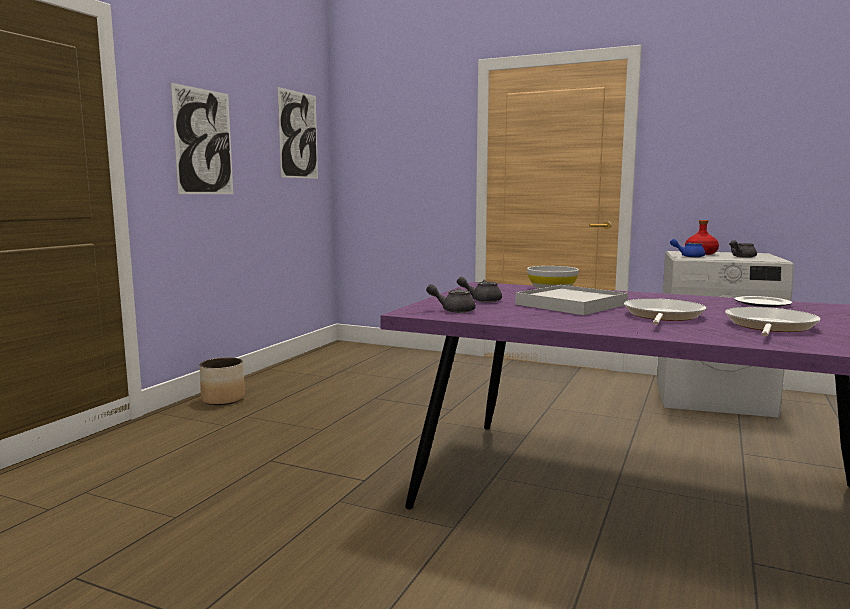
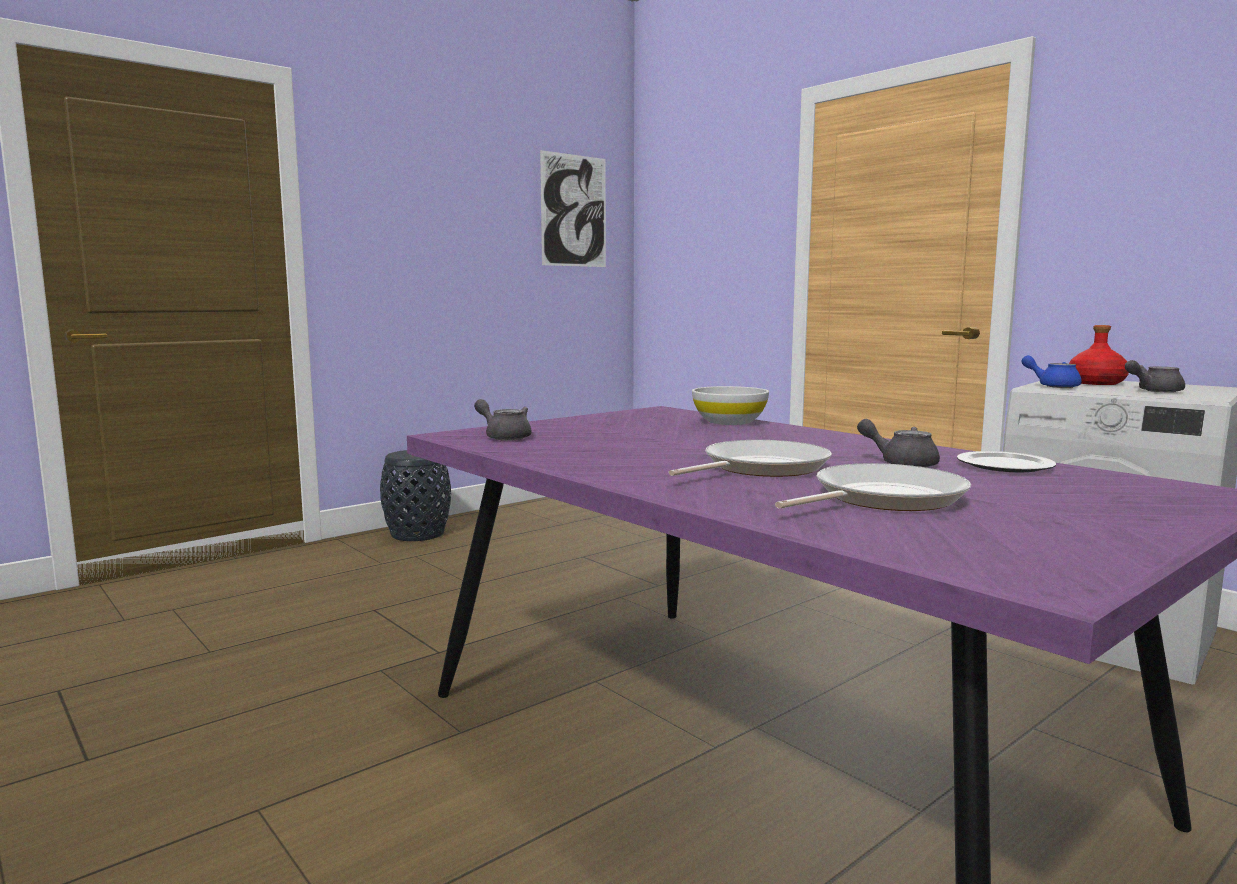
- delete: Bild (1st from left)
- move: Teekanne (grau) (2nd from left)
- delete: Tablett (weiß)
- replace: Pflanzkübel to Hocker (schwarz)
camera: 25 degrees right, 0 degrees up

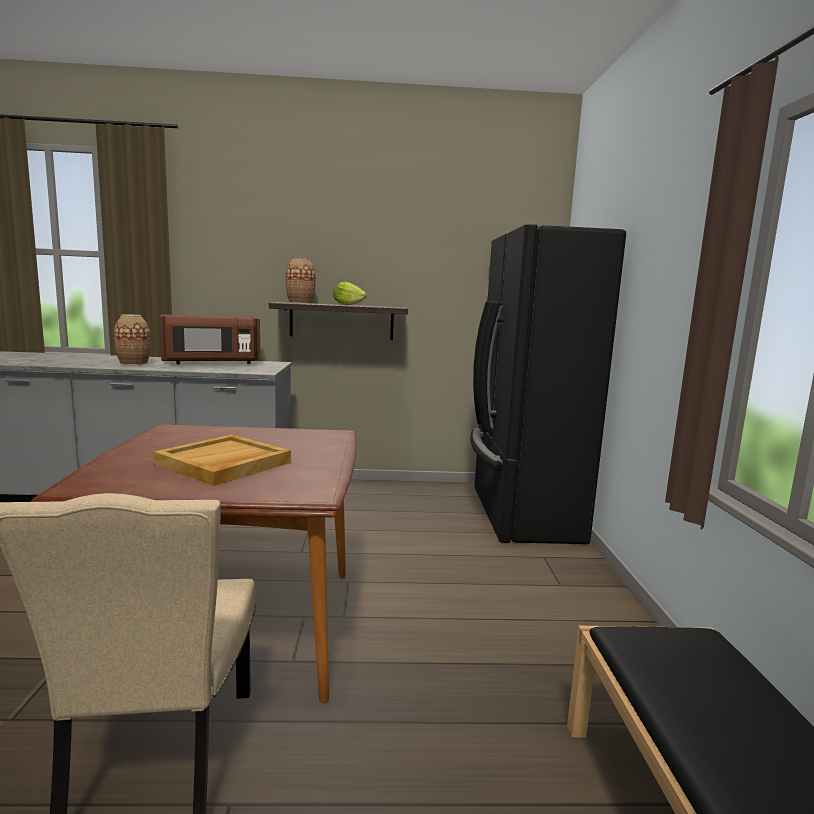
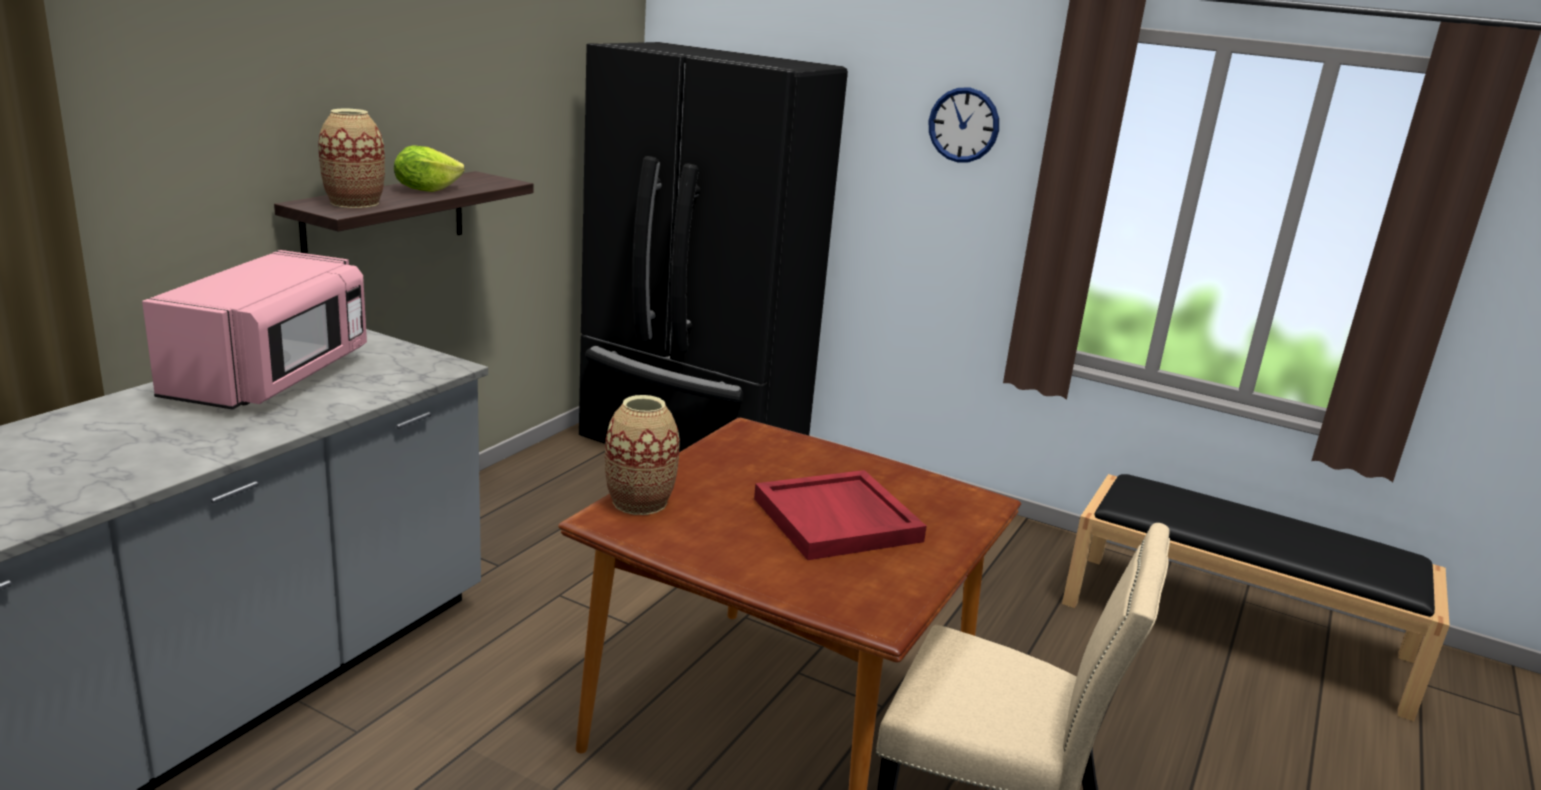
- recolor: Mikrowelle (braun) to Mikrowelle (rosa)
- move: Vase (1st from left in the first image) to Vase (2nd from left)
- recolor: Tablett (beige) to Tablett (rot)
- insert: Wanduhr
camera: 60 degrees left, 10 degrees up

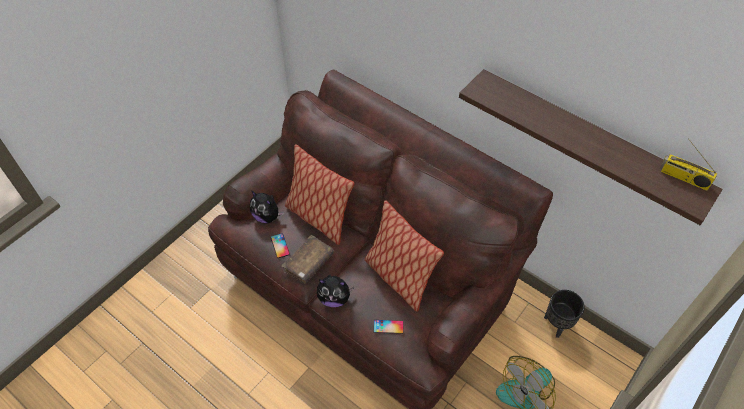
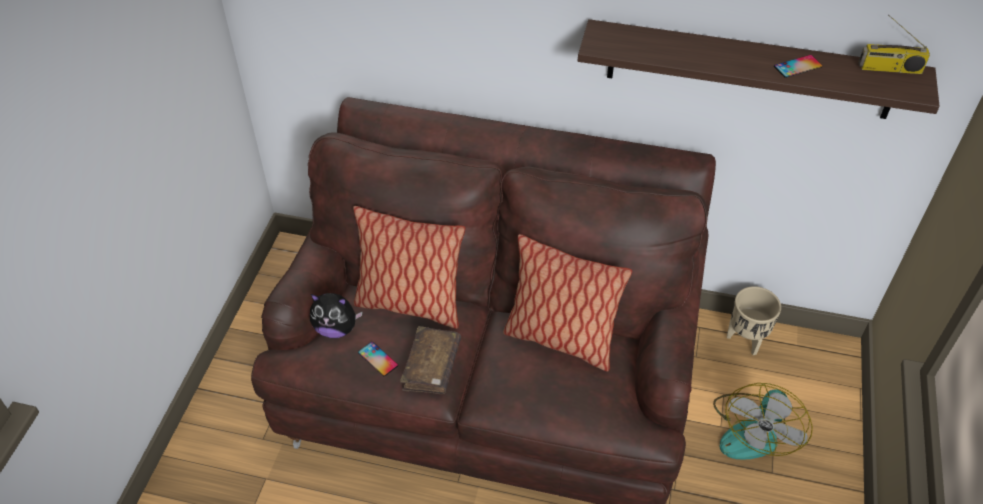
- delete: Plüschtier (2nd from left)
- recolor: Pflanzkübel (schwarz) to Pflanzkübel (beige)
- move: Handy (2nd from left)
camera: 25 degrees left, 5 degrees down

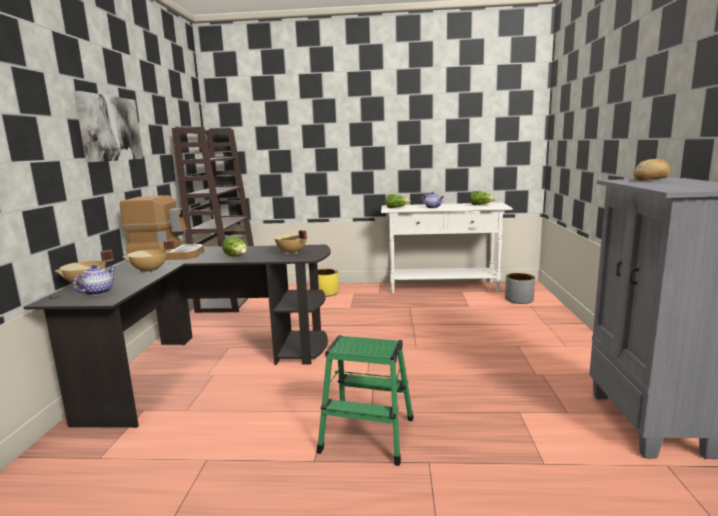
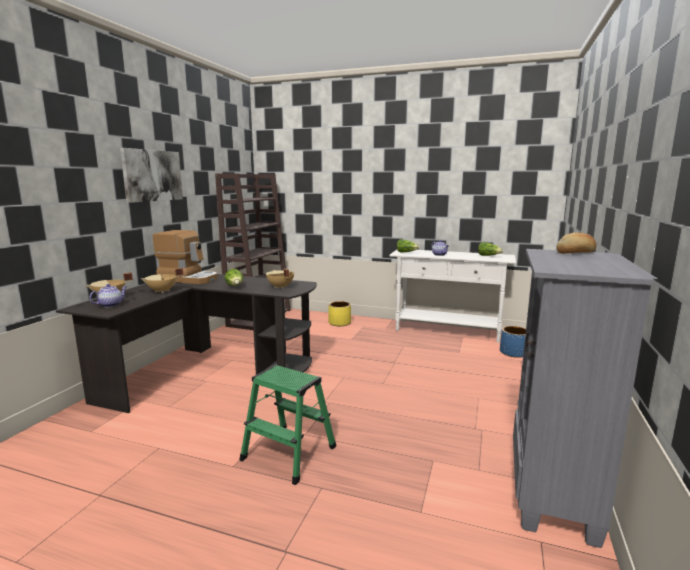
- recolor: Pflanzkübel (grau) to Pflanzkübel (blau)
camera: 15 degrees right, 0 degrees up

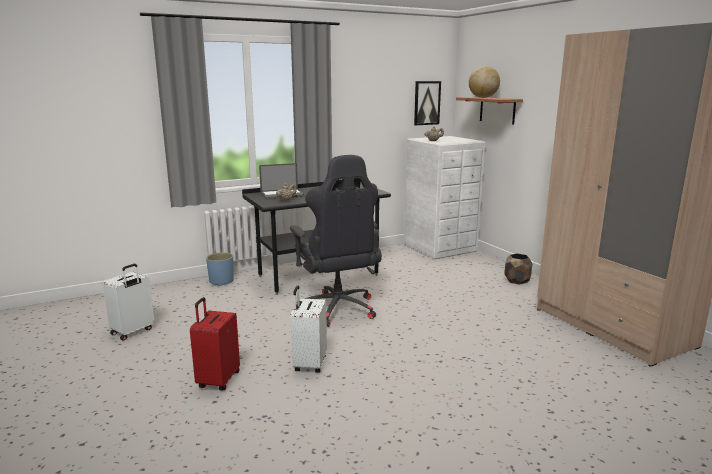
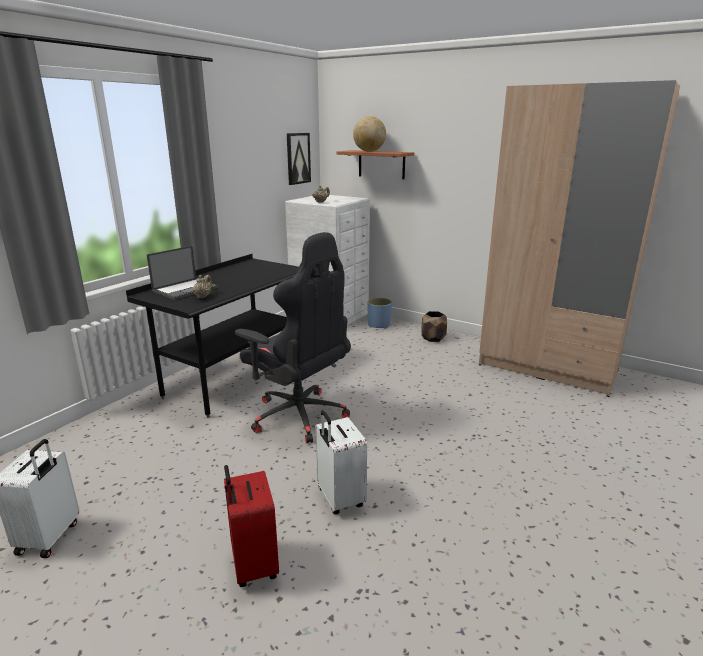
- move: Pflanzkübel (blau)
camera: 30 degrees left, 5 degrees up

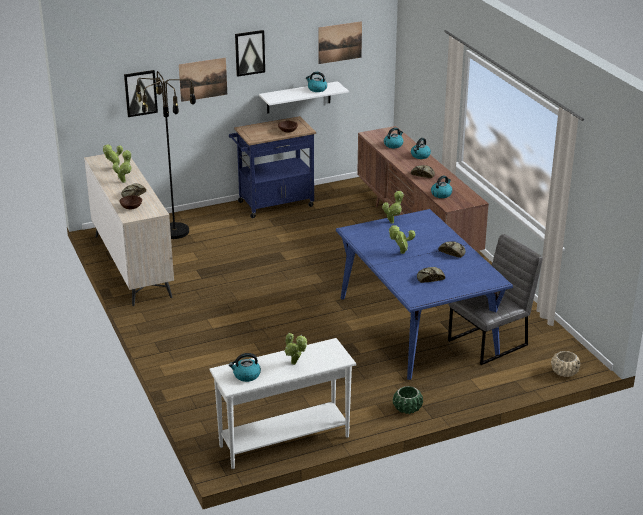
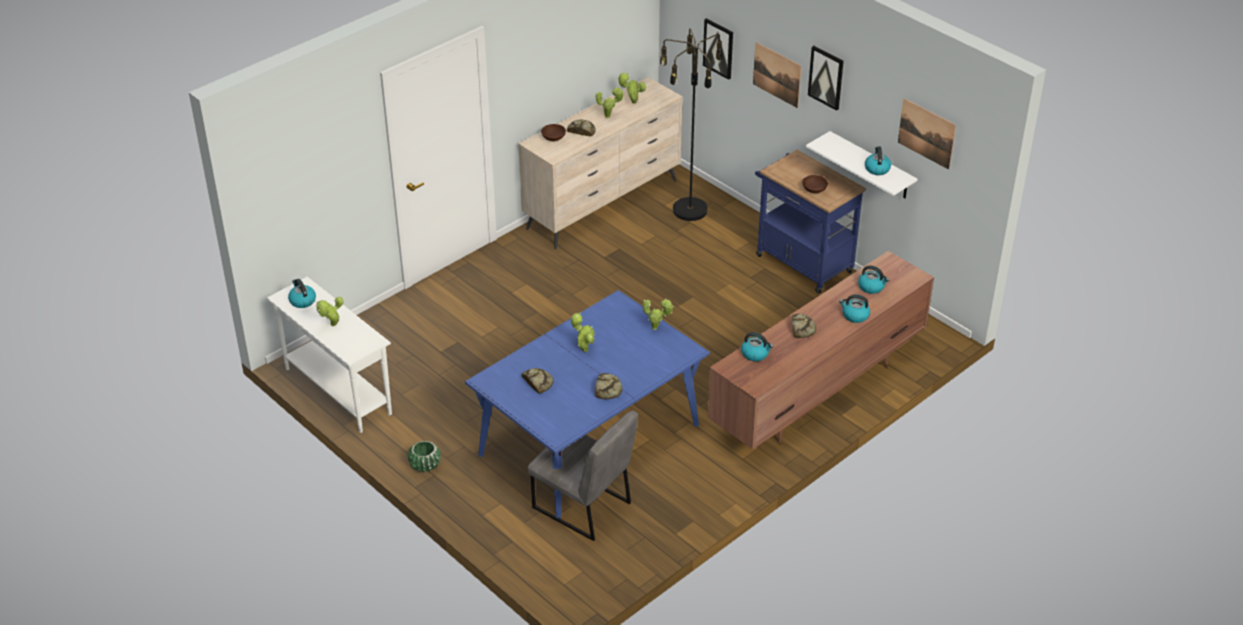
- delete: Pflanzkübel (beige)
camera: 70 degrees right, 10 degrees up

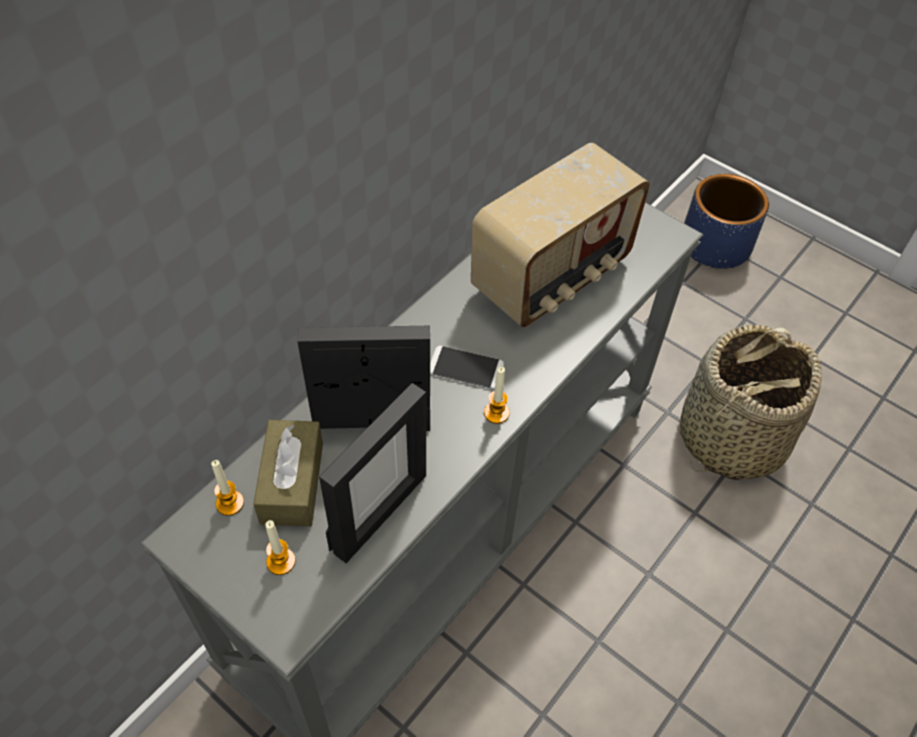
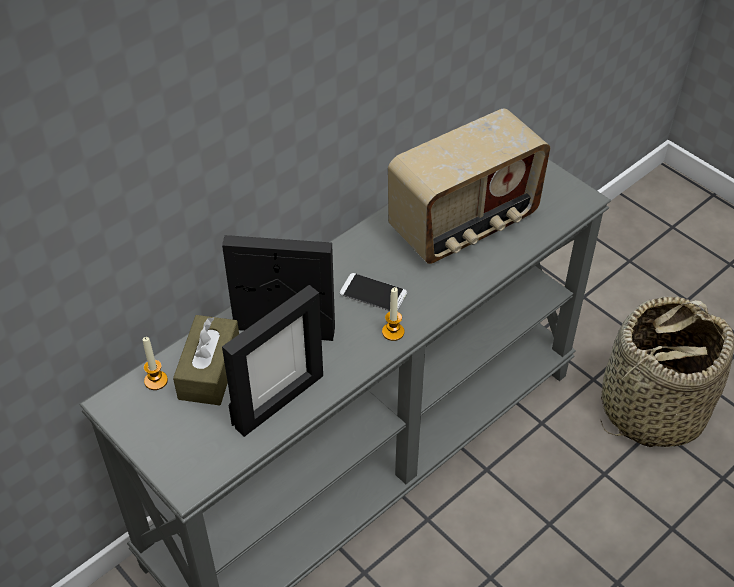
- delete: Pflanzkübel (blau)
- delete: Kerze (2nd from left)
camera: 10 degrees right, 5 degrees down

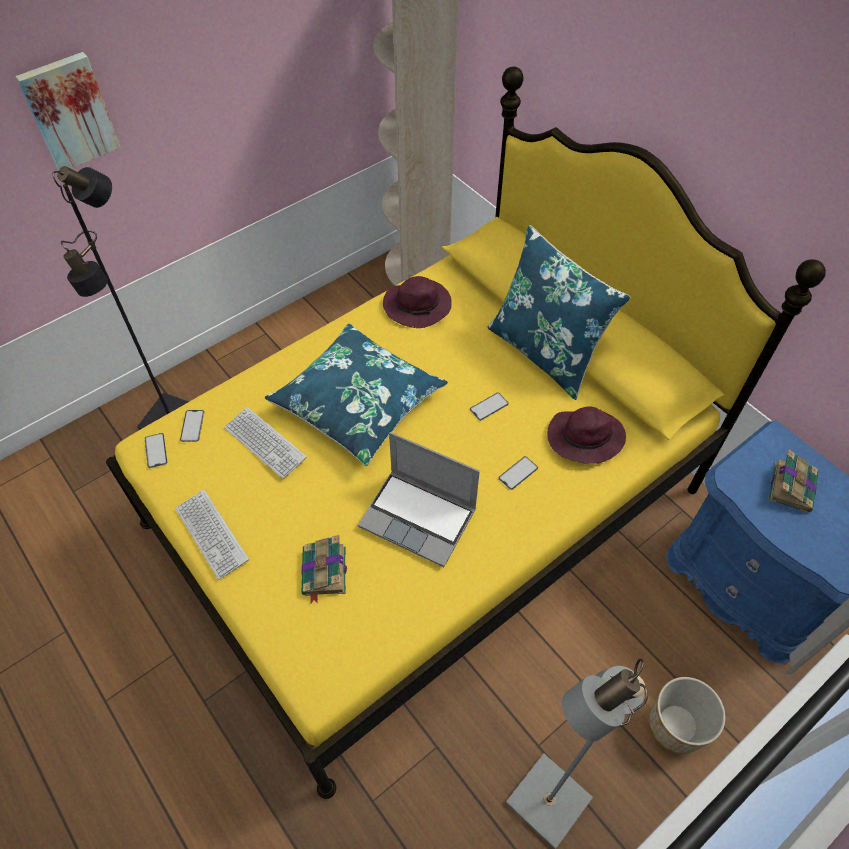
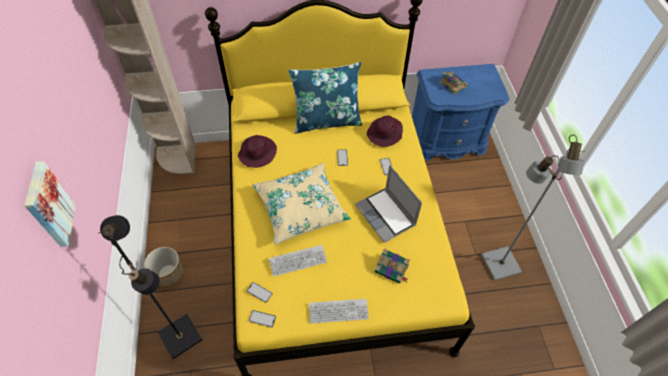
- recolor: Kissen (blau) (1st from left) to Kissen (beige)
- rotate: Laptop 90 degrees clockwise
- move: Pflanzkübel
camera: 60 degrees left, 0 degrees up

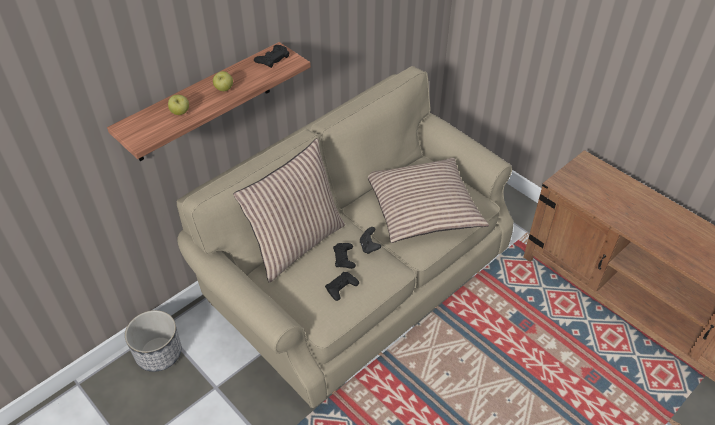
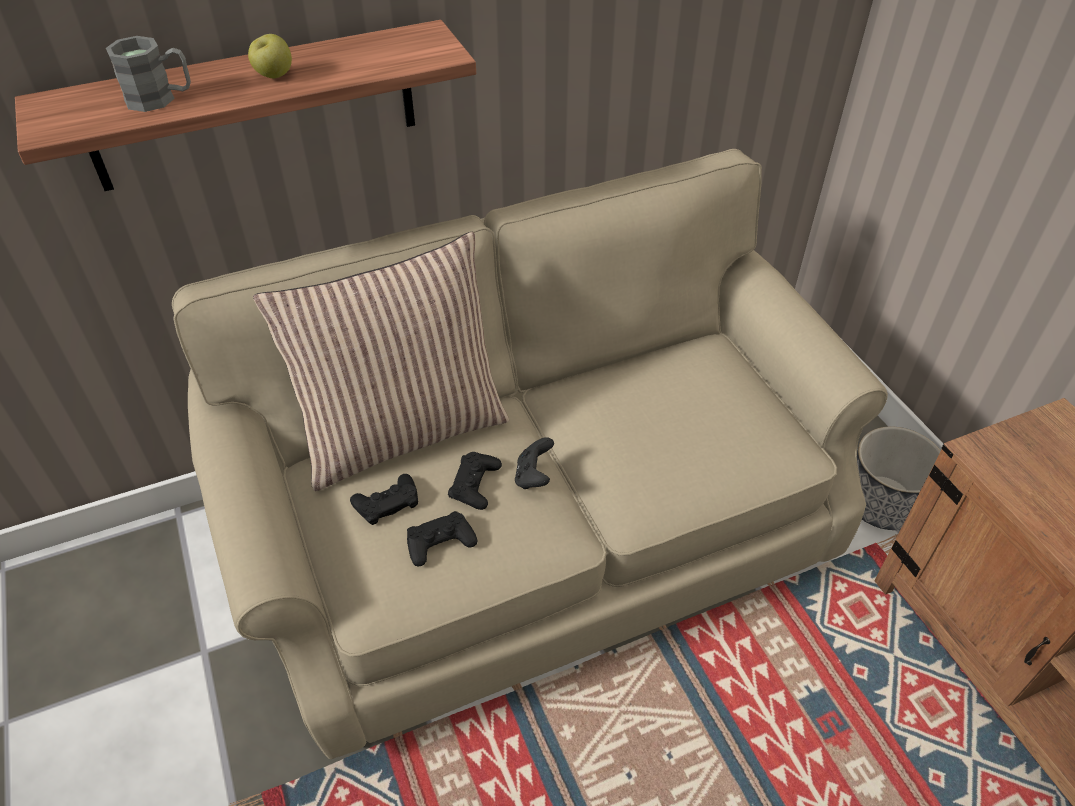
- move: Gamepad (schwarz) (1st from left)
- replace: Apfel (1st from left) to Henkelbecher (grau)
- delete: Kissen (2nd from left)
- move: Pflanzkübel
camera: 20 degrees right, 0 degrees up

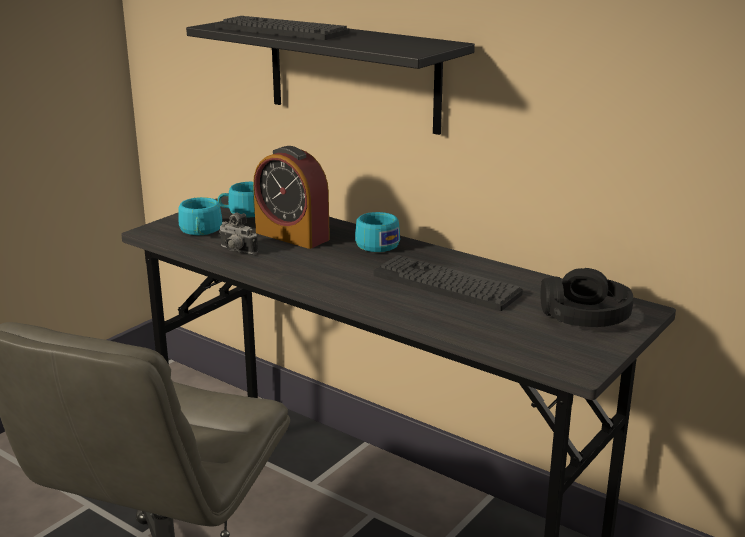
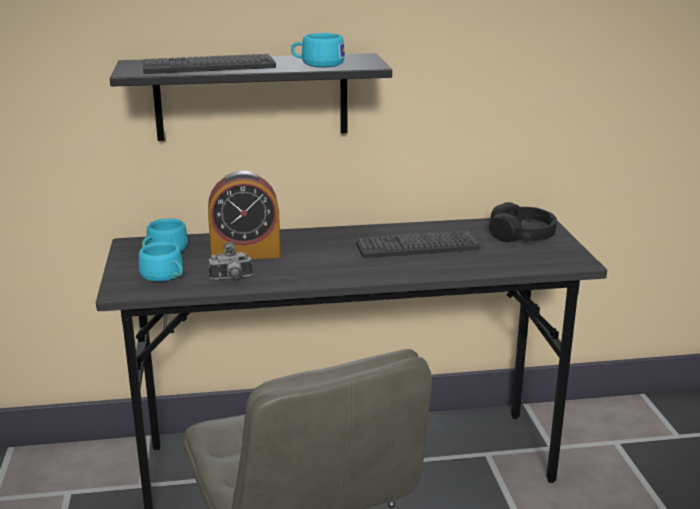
- move: Tasse (türkis) (3rd from left)
camera: 45 degrees left, 0 degrees up

